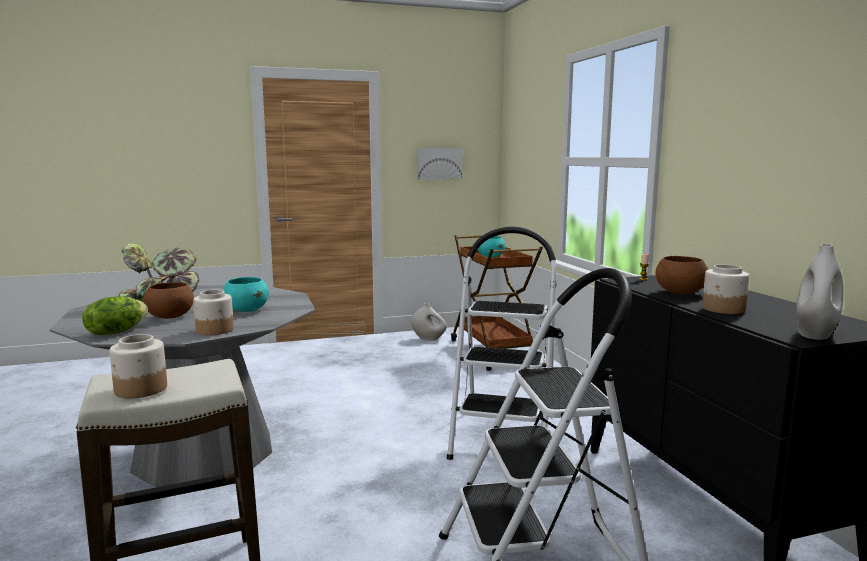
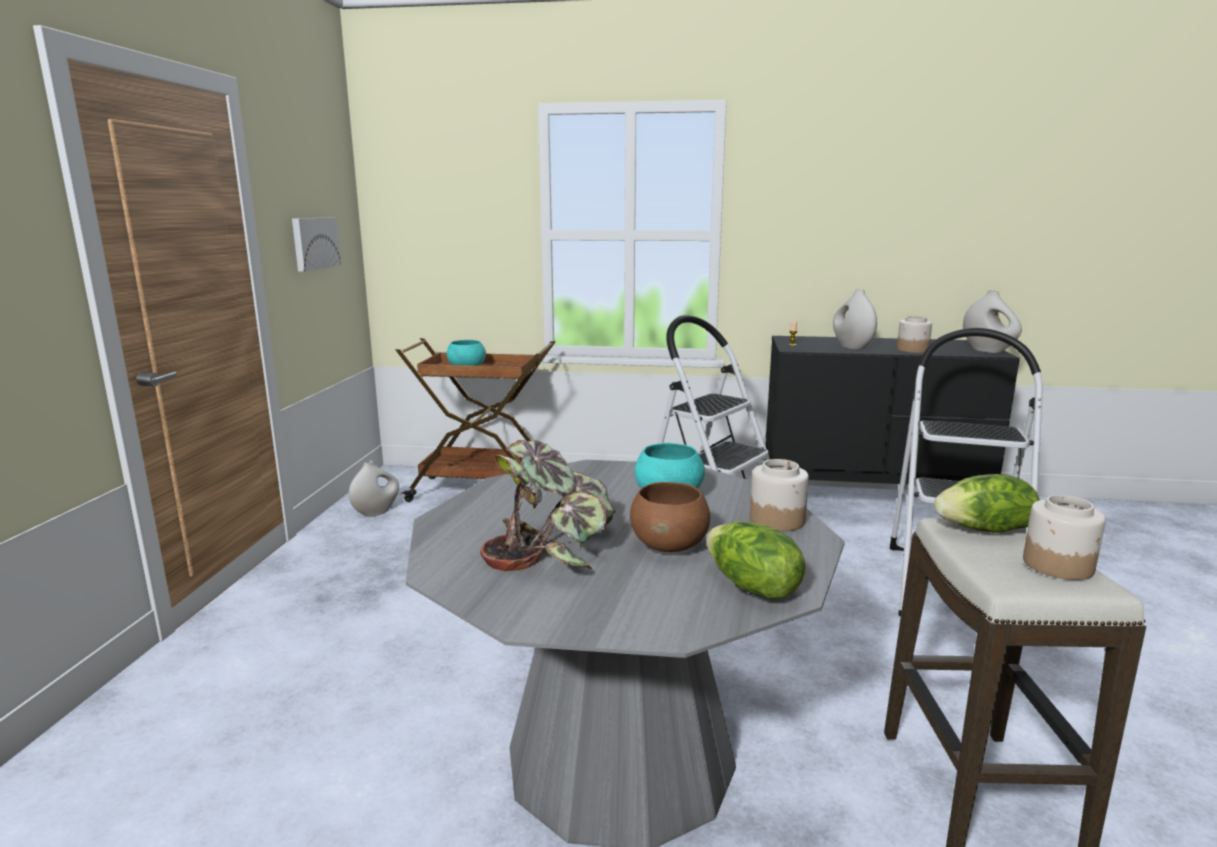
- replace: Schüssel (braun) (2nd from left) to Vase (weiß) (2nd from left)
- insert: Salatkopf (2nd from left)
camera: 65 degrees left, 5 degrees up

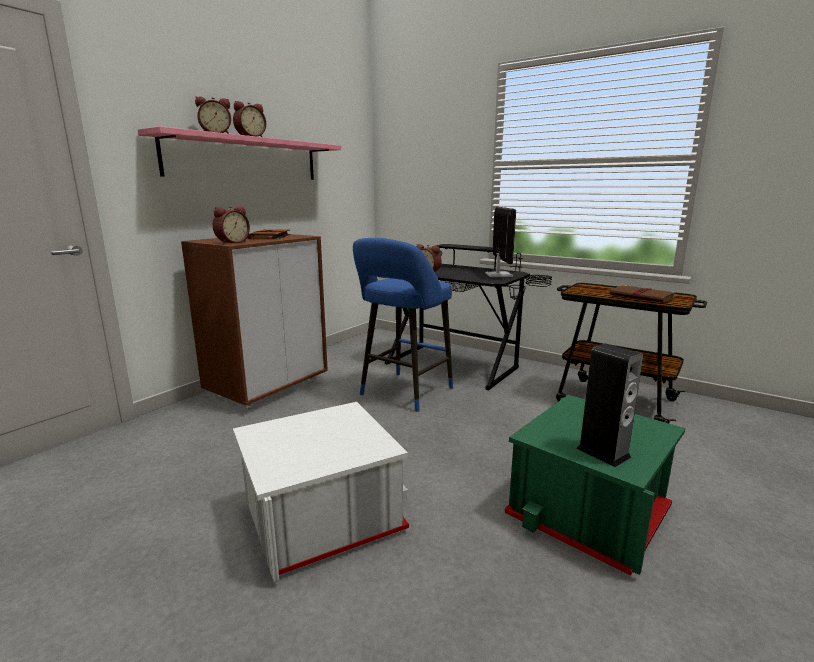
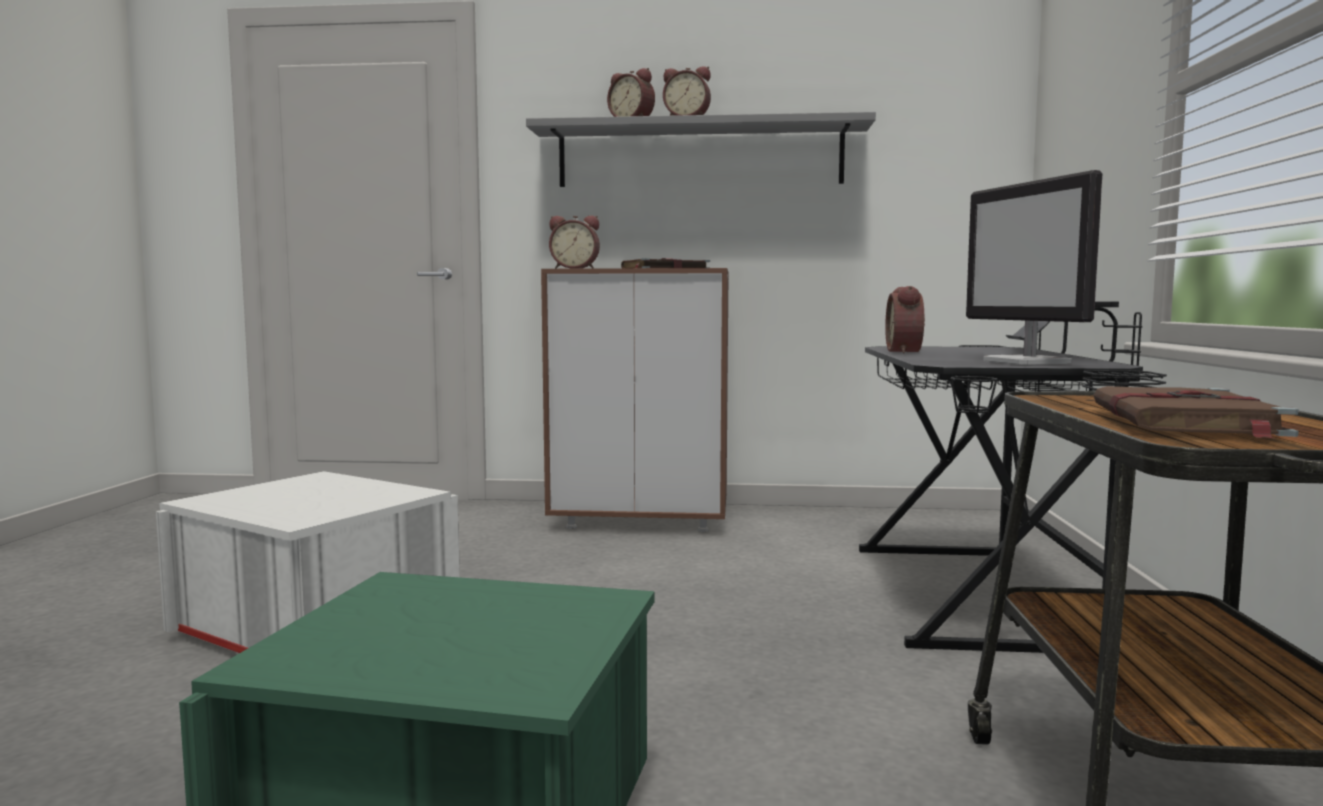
- recolor: Wandregal (rosa) to Wandregal (grau)
- rotate: Monitor 105 degrees clockwise
- delete: Hocker (blau)
- delete: Lautsprecher
camera: 60 degrees right, 10 degrees down

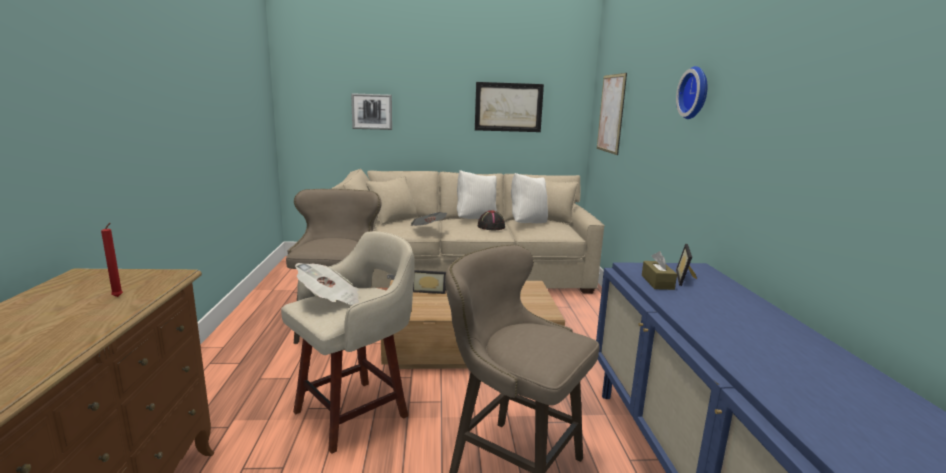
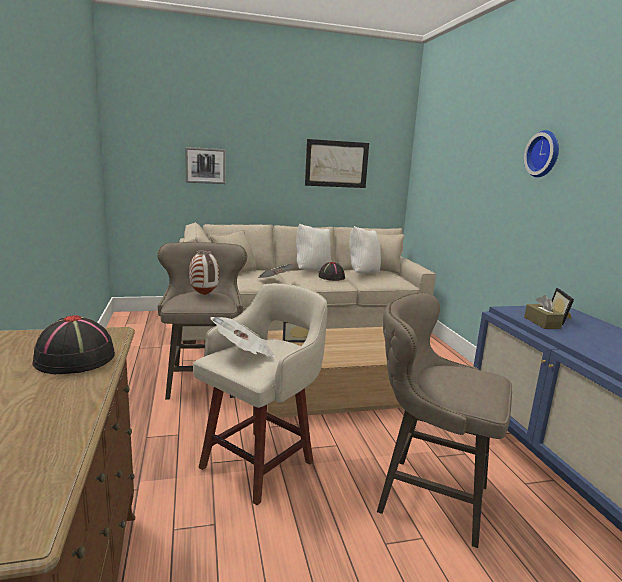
- delete: Bild (3rd from left)
- replace: Kerze (rot) to Hut (schwarz) (1st from left)
- insert: Vase
camera: 10 degrees left, 0 degrees up

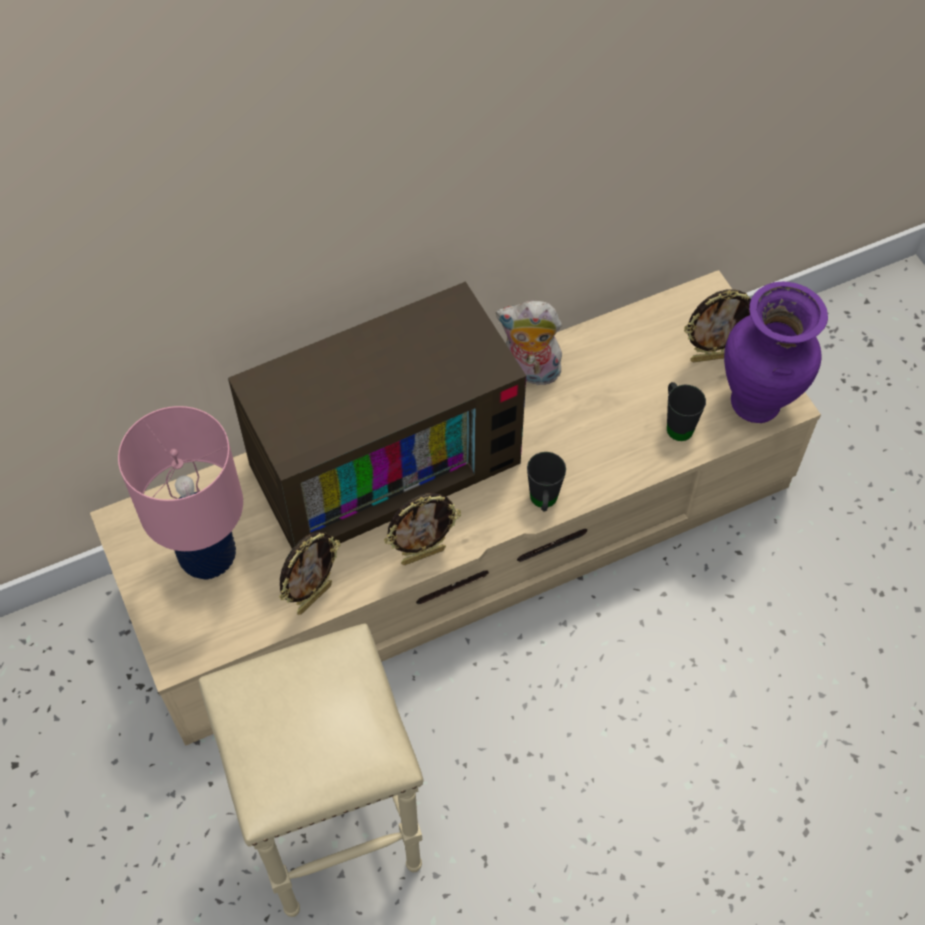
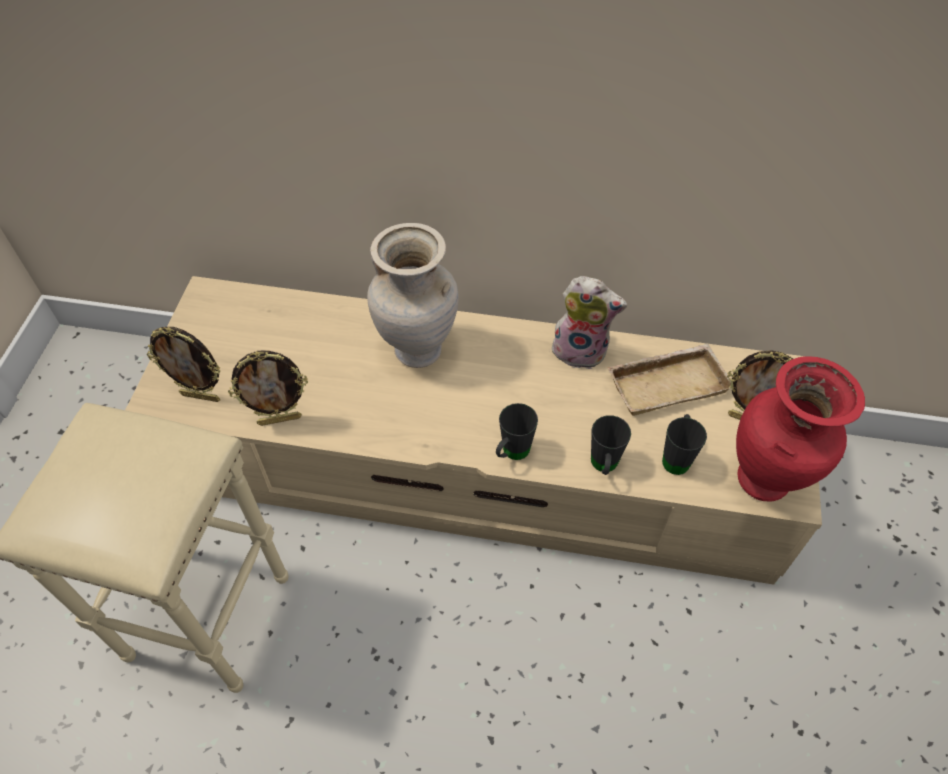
- replace: Fernseher to Vase (beige)
- recolor: Vase (lila) to Vase (rot)
- rotate: Plüschtier 150 degrees clockwise
- delete: Tischlampe (rosa)
- move: Bilderrahmen (2nd from left in the first image) to Bilderrahmen (1st from left)
- insert: Tablett (beige)
- insert: Henkelbecher (schwarz) (2nd from left)
camera: 35 degrees right, 5 degrees down

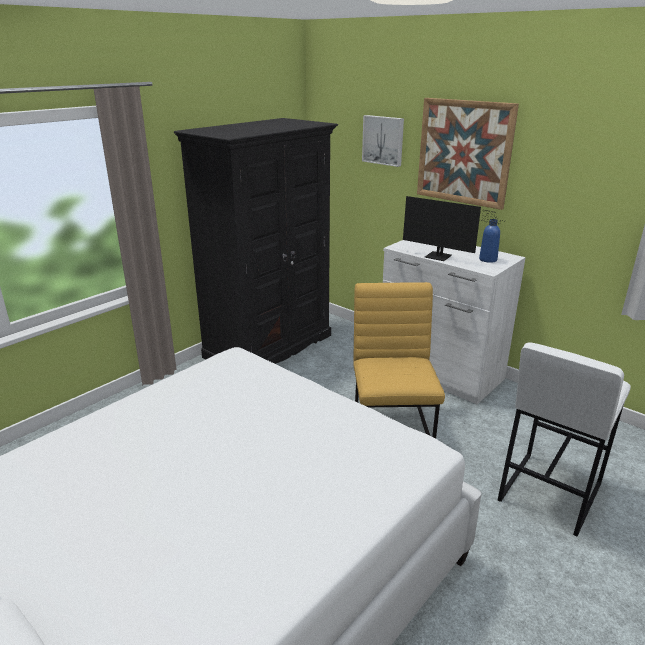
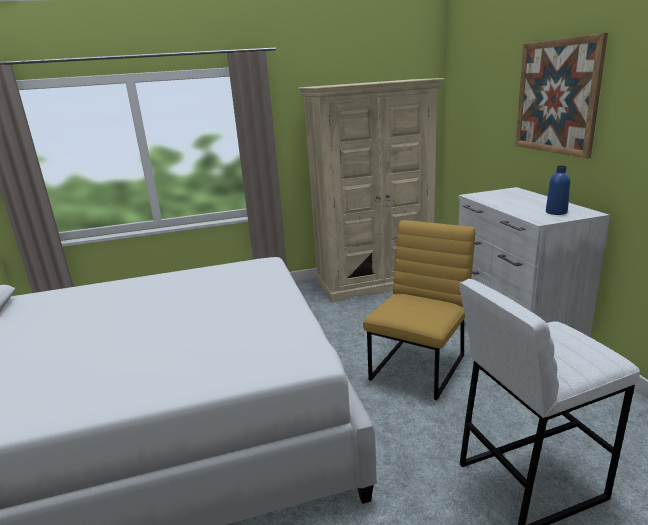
- delete: Bild (1st from left)
- recolor: Kleiderschrank (schwarz) to Kleiderschrank (beige)
- delete: Monitor
camera: 35 degrees right, 5 degrees down

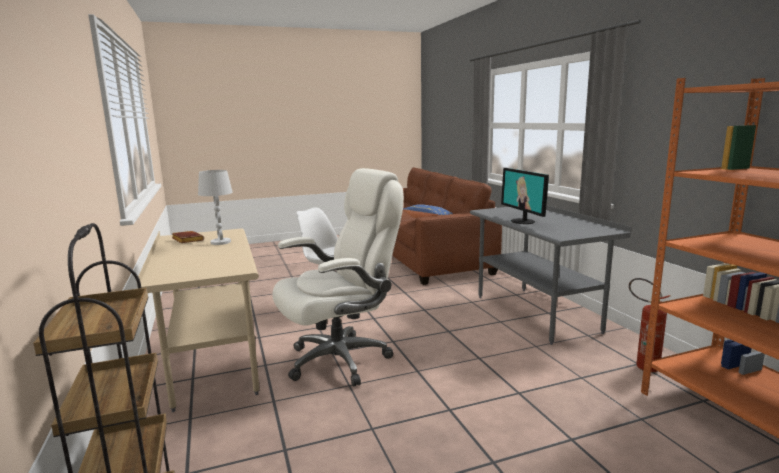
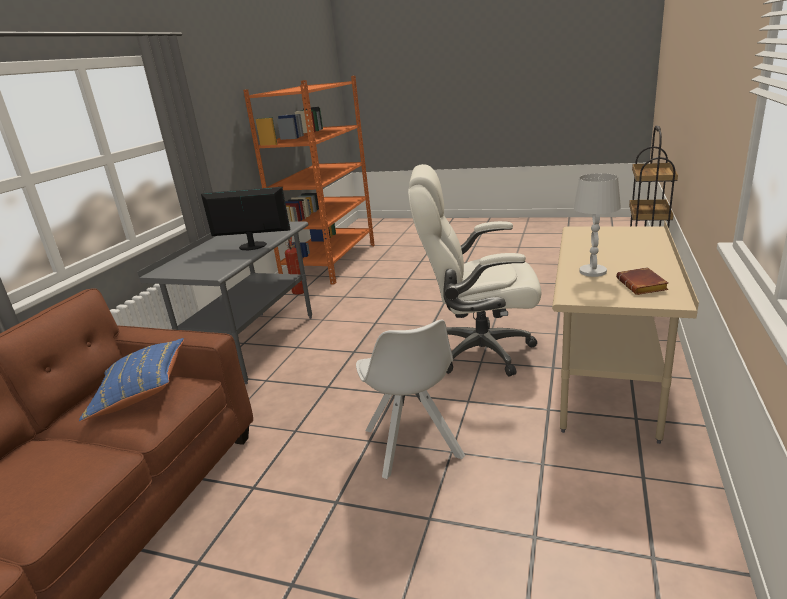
- rotate: Monitor 105 degrees counterclockwise
camera: 140 degrees left, 10 degrees up

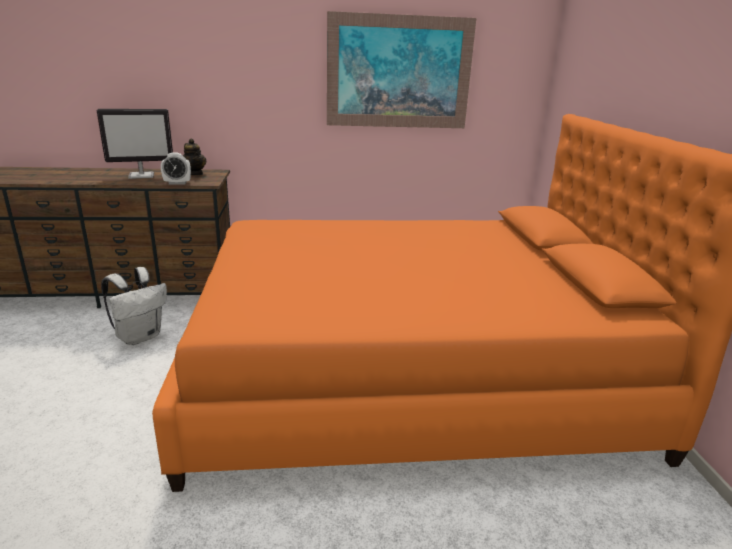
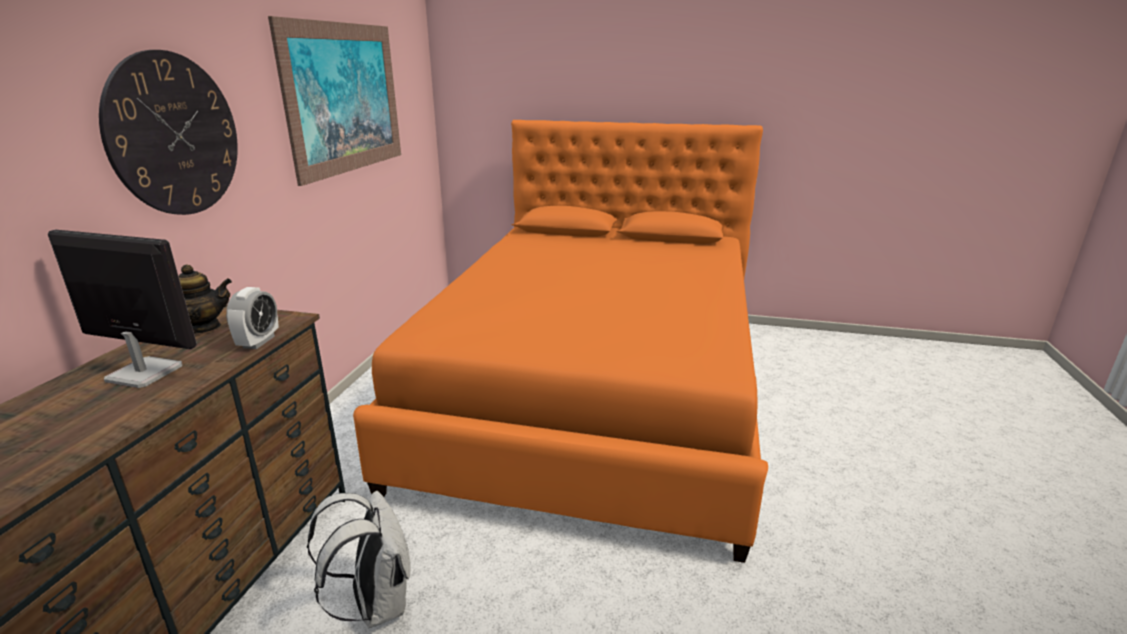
- rotate: Monitor 75 degrees counterclockwise
- insert: Wanduhr
camera: 70 degrees left, 0 degrees up

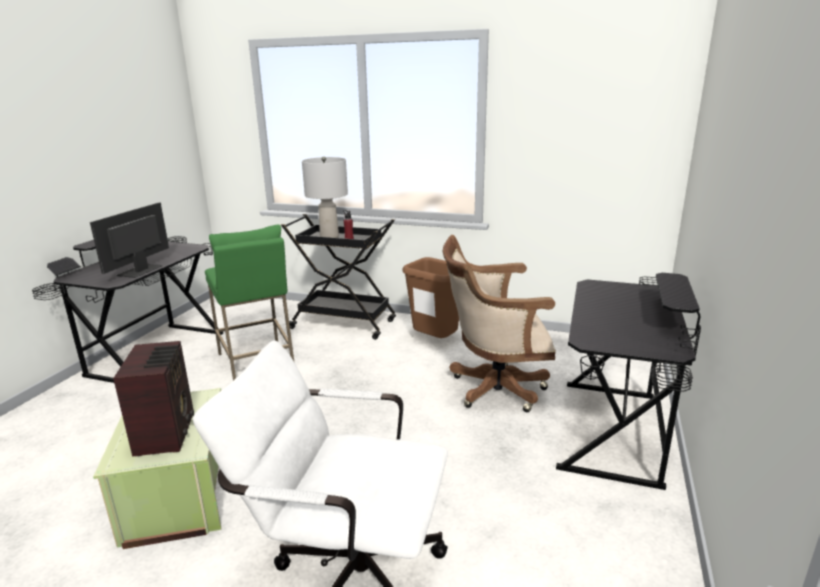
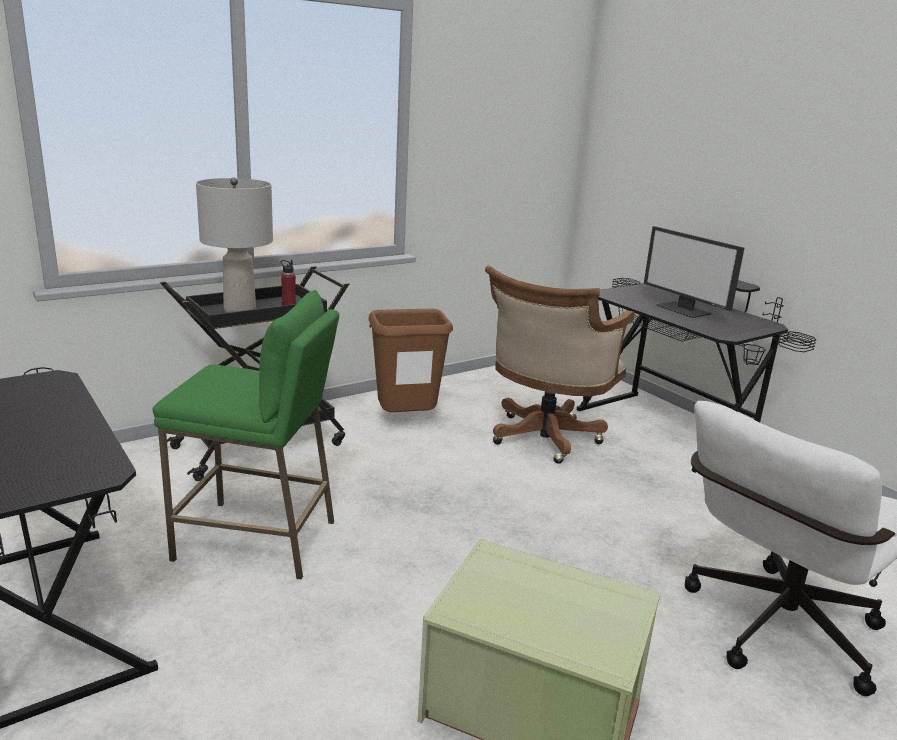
- move: Monitor
- delete: Radio
camera: 55 degrees left, 0 degrees up

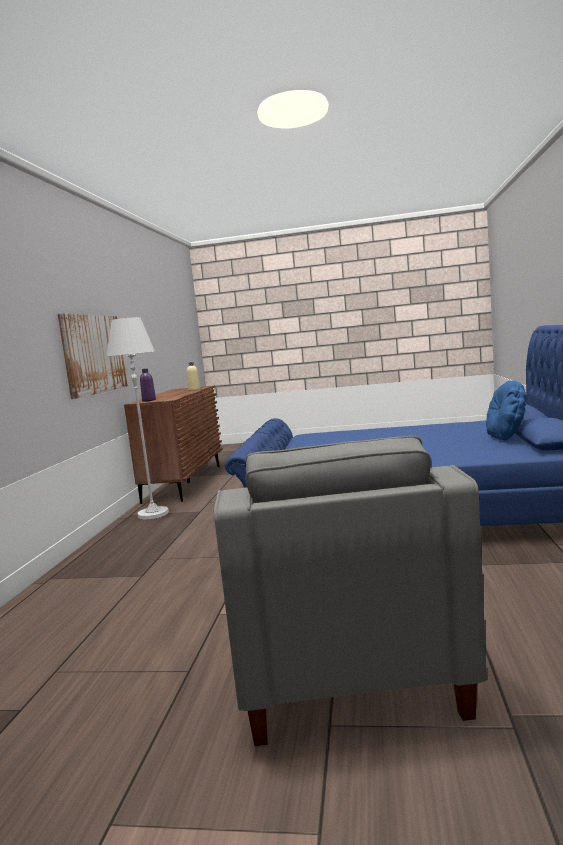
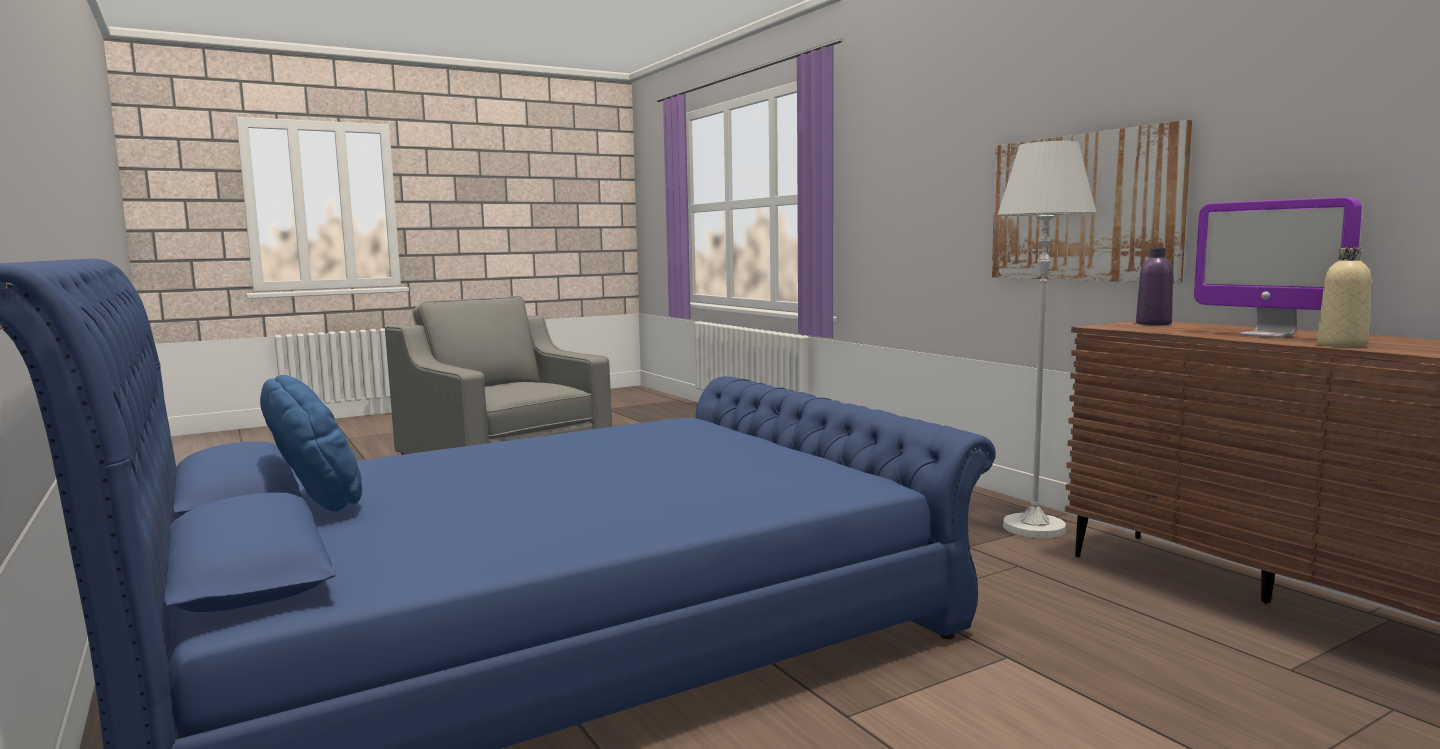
- insert: Monitor
camera: 140 degrees right, 0 degrees up

